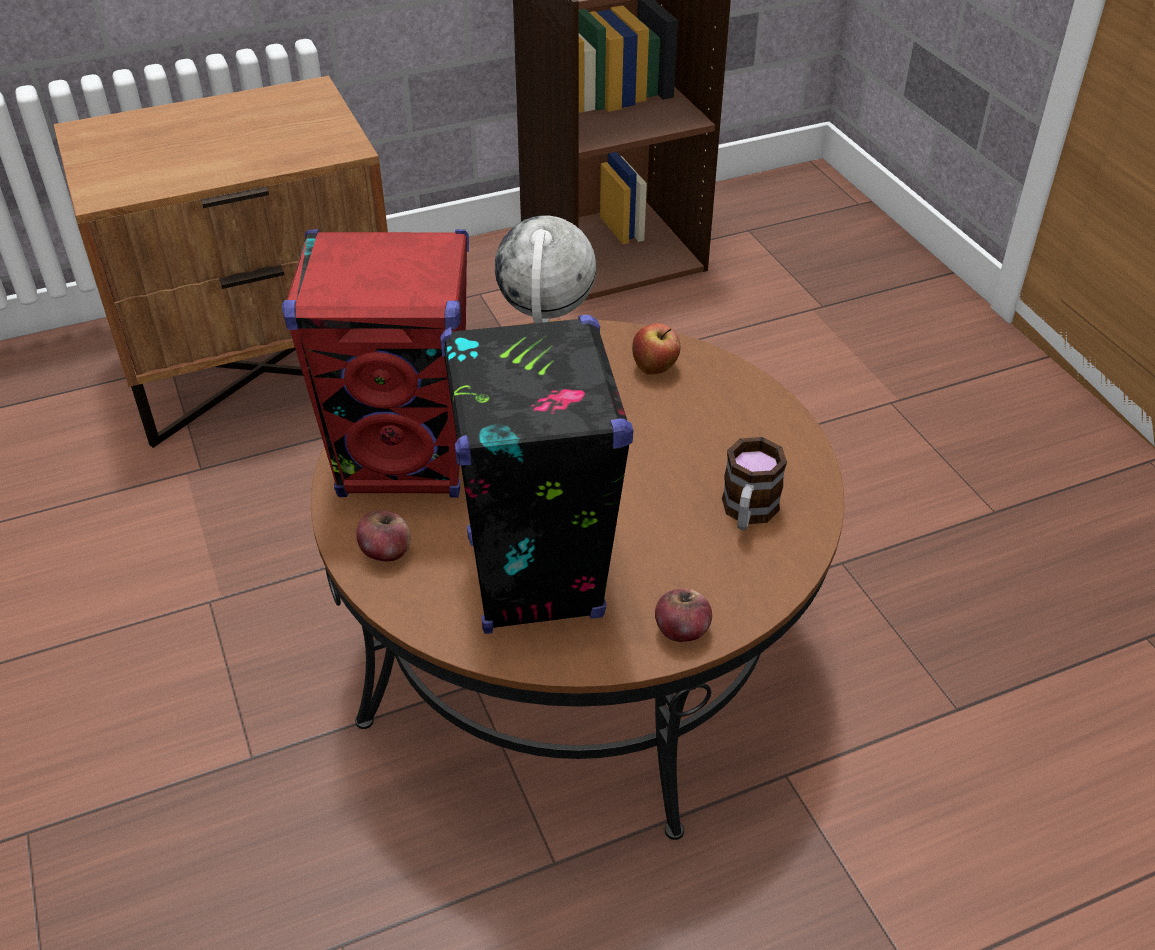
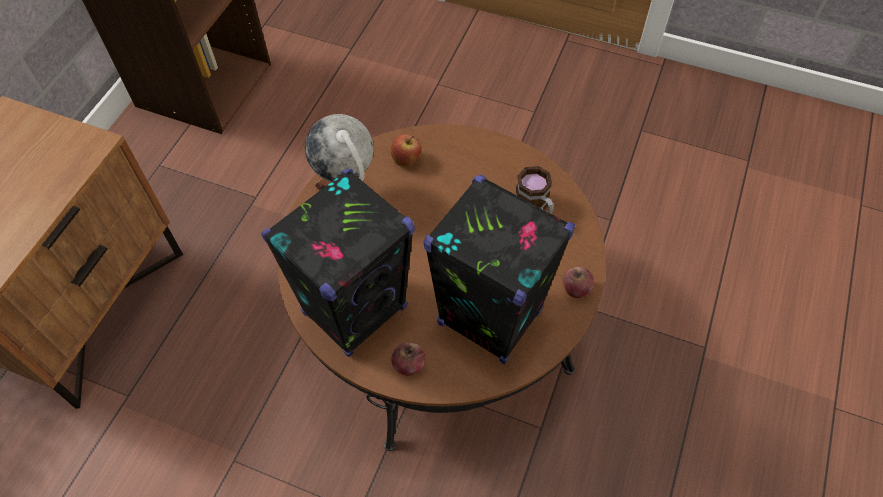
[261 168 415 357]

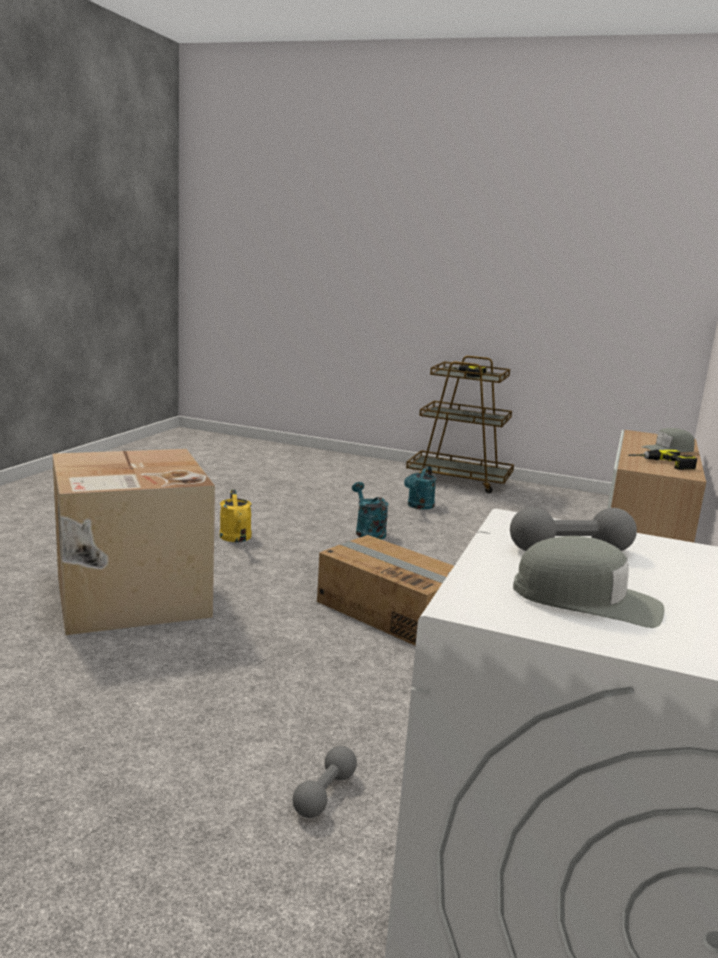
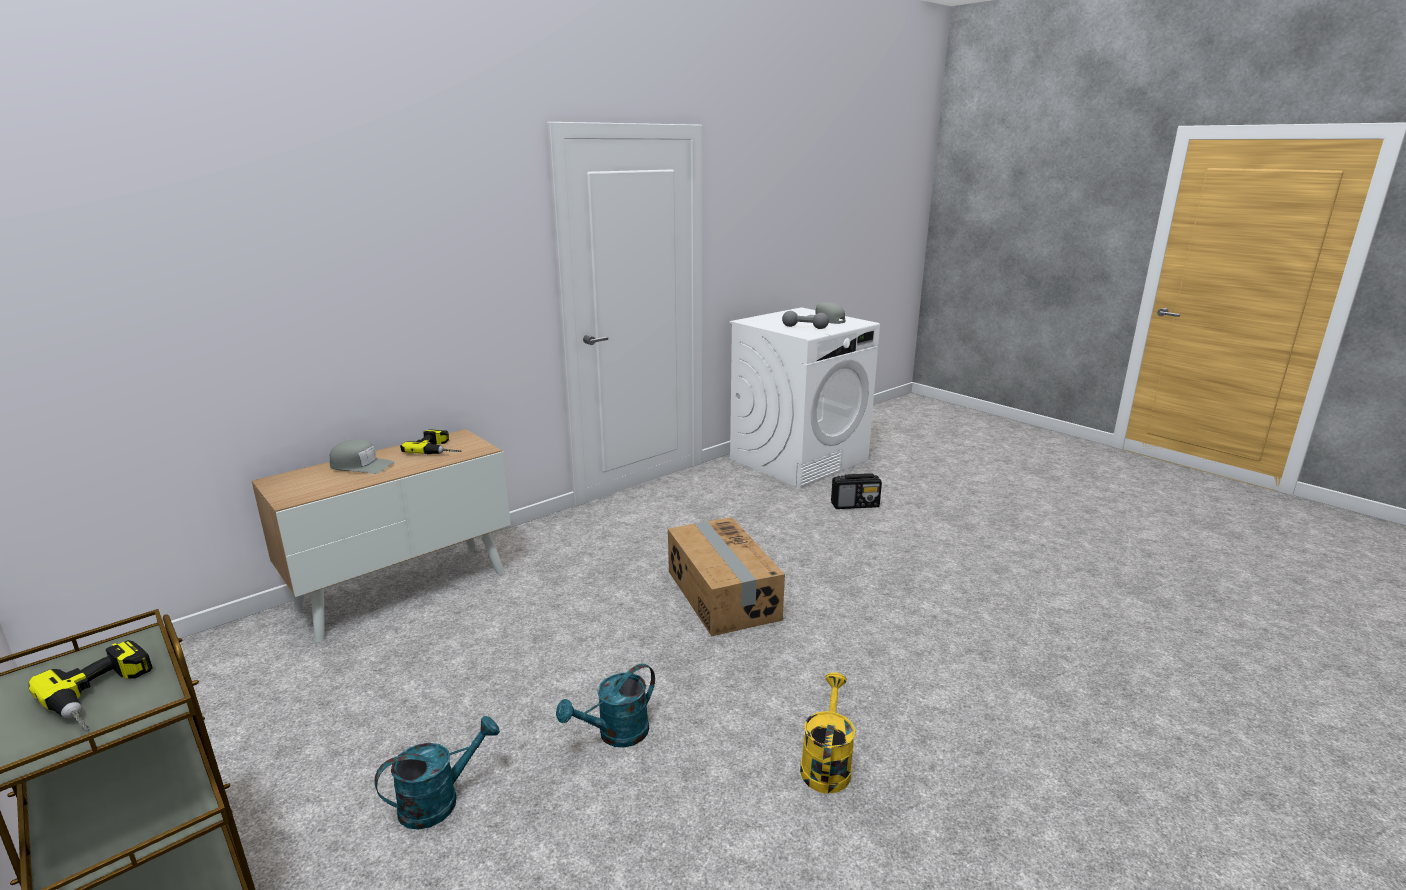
[52 449 215 635] (first image)
[556 663 655 747]
[831 473 882 509]

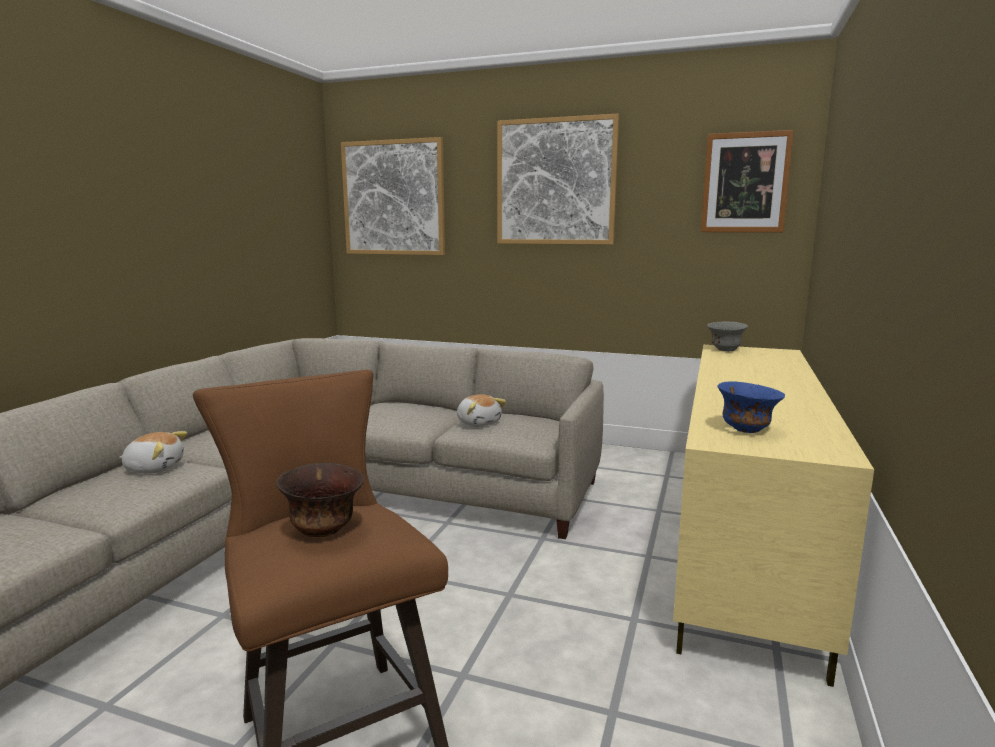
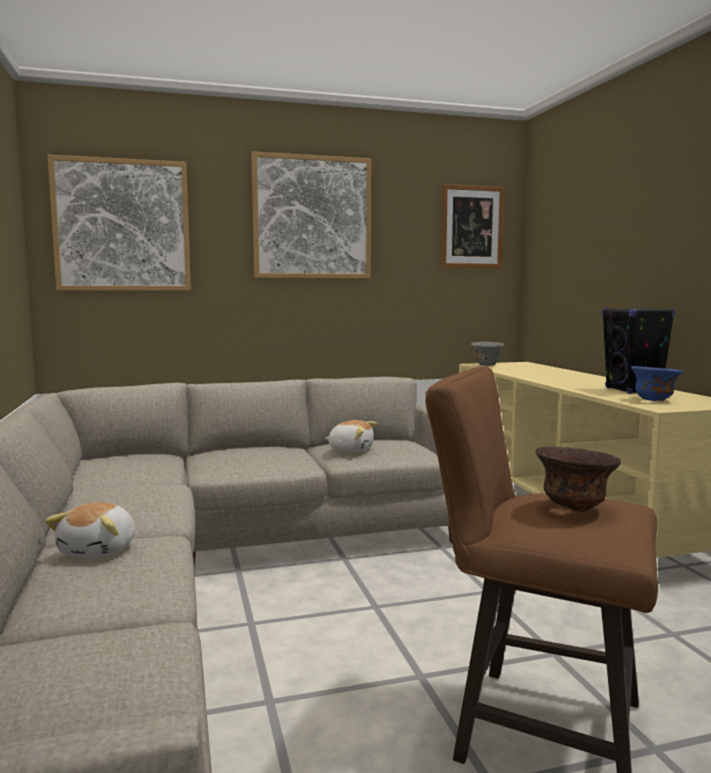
[45 502 135 558]
[602 308 675 394]

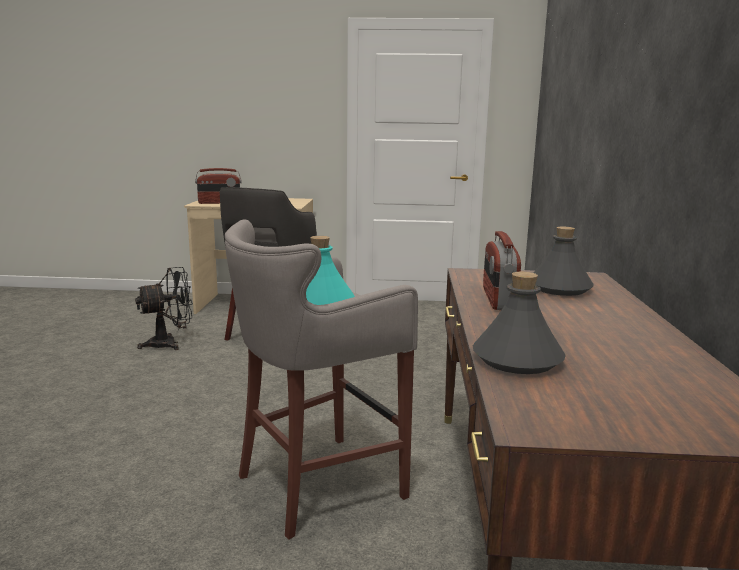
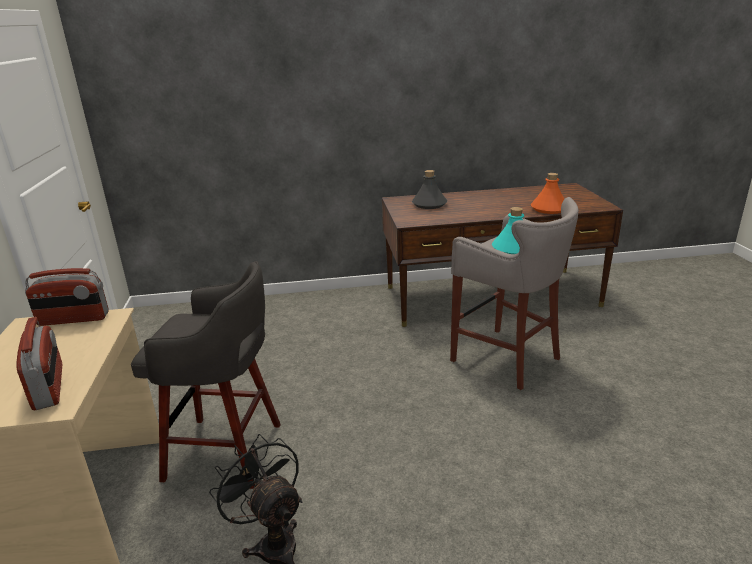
[25 268 109 326]
[531 173 564 214]

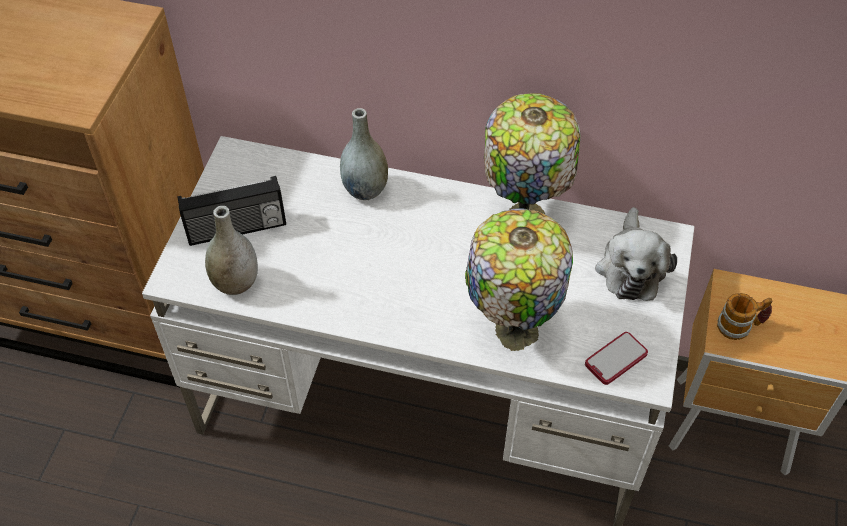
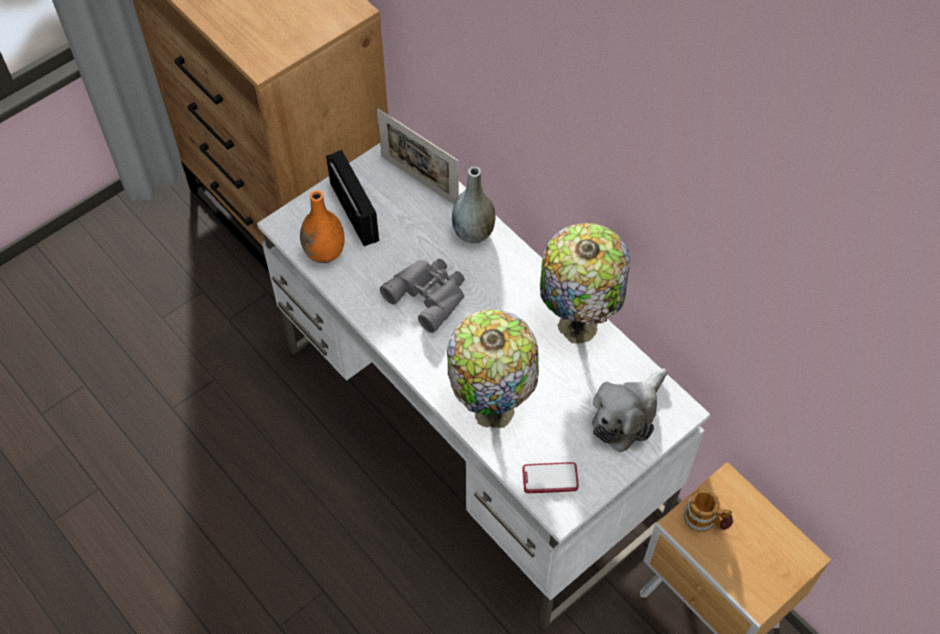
[326 150 379 246]
[300 190 345 263]
[377 109 459 204]
[380 259 465 333]

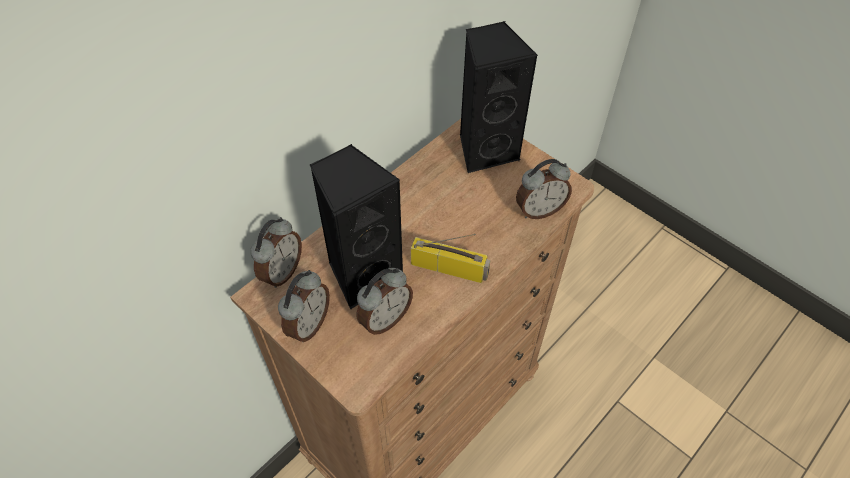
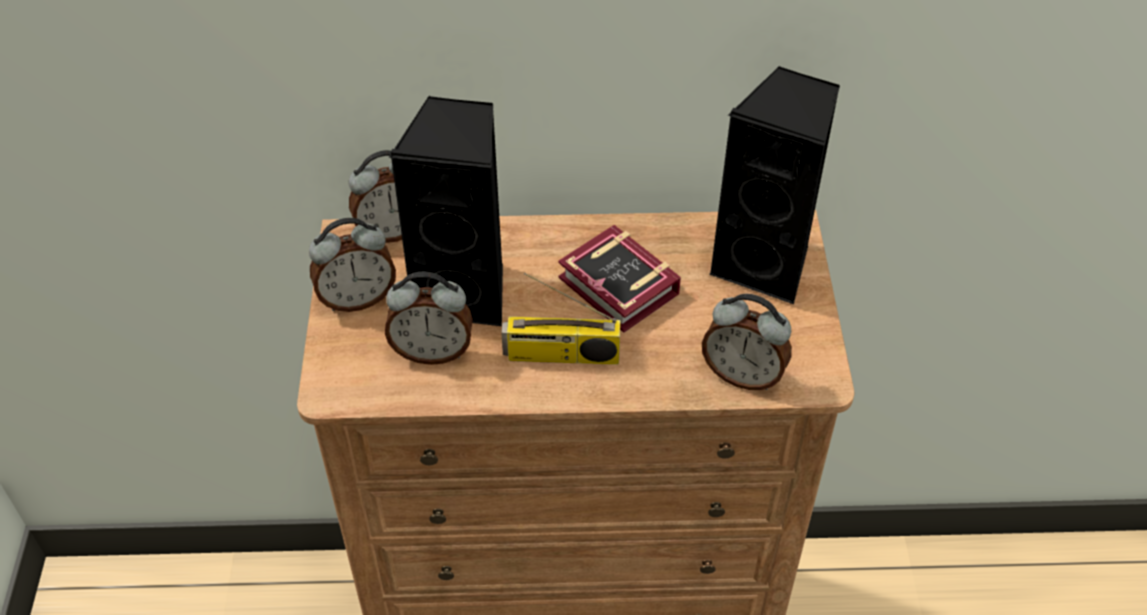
[501 273 621 365]
[558 225 681 333]

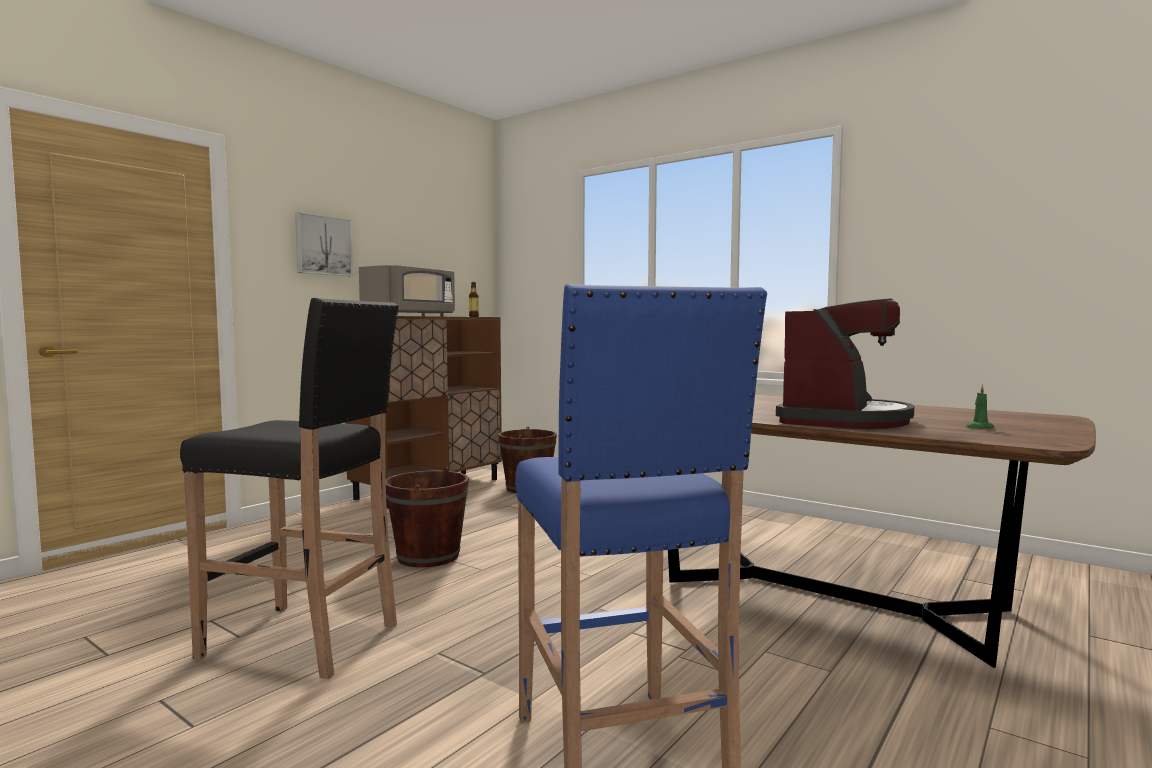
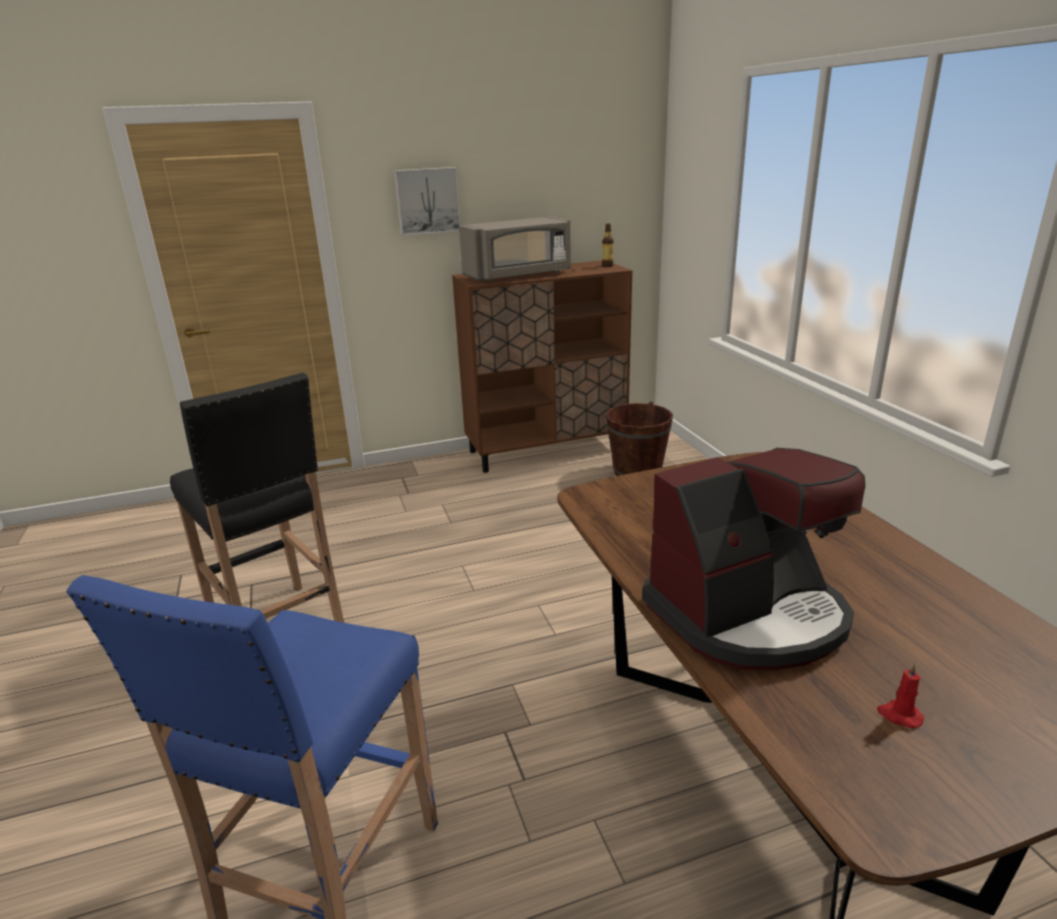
[877 663 924 728]
[386 467 469 568] (first image)

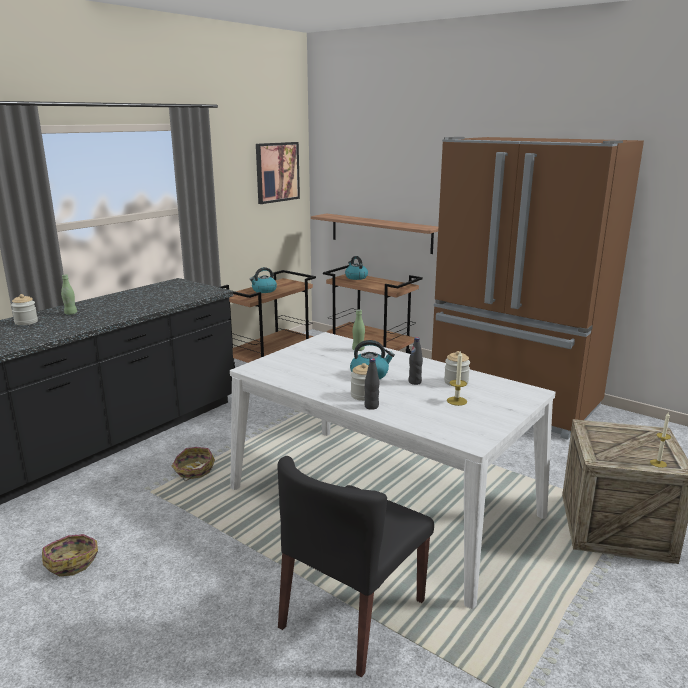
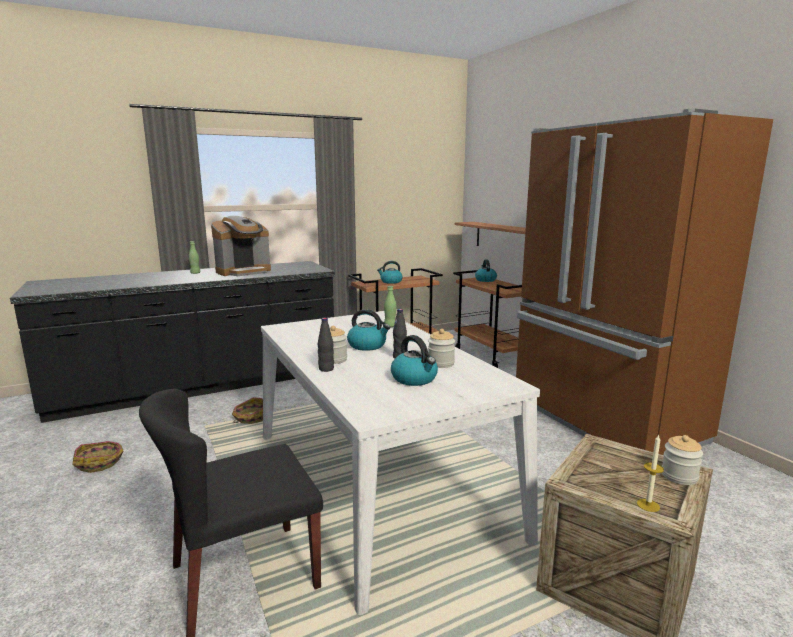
[256 142 300 204] (first image)
[662 435 703 485]
[391 335 438 386]
[211 216 271 276]

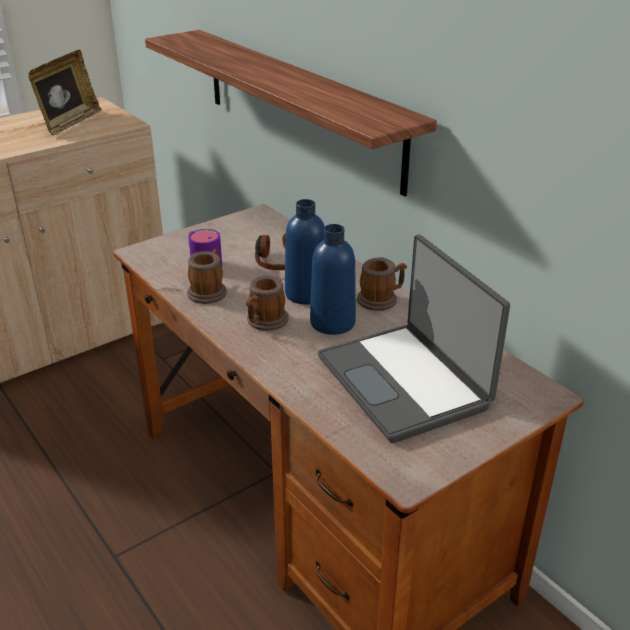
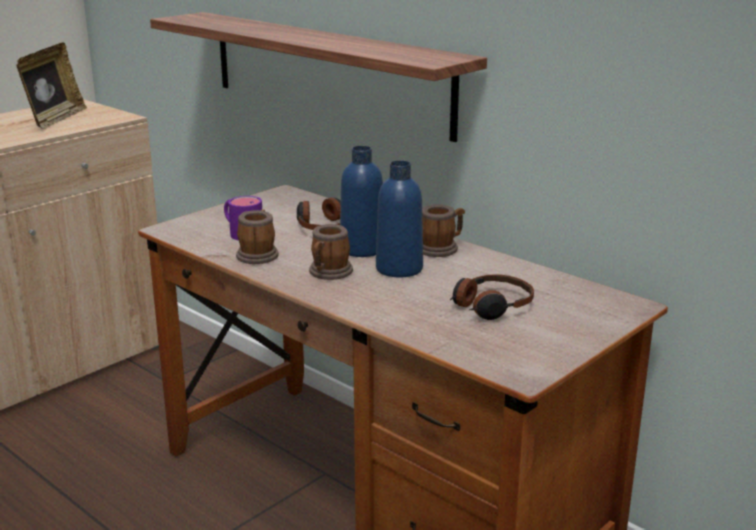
[450 274 534 320]

